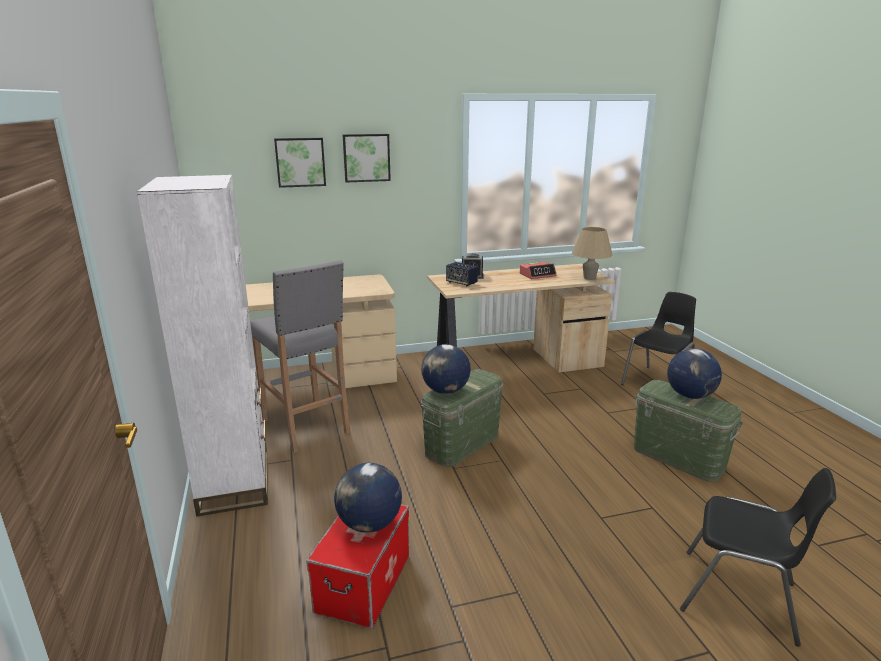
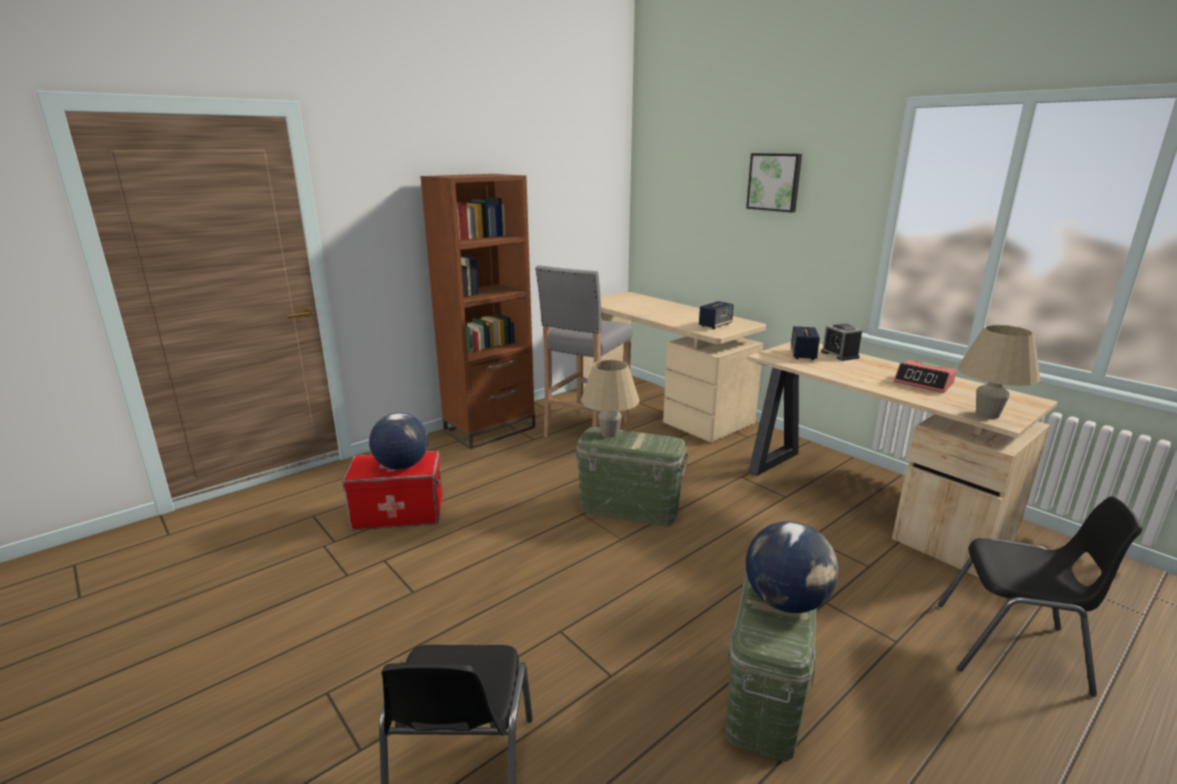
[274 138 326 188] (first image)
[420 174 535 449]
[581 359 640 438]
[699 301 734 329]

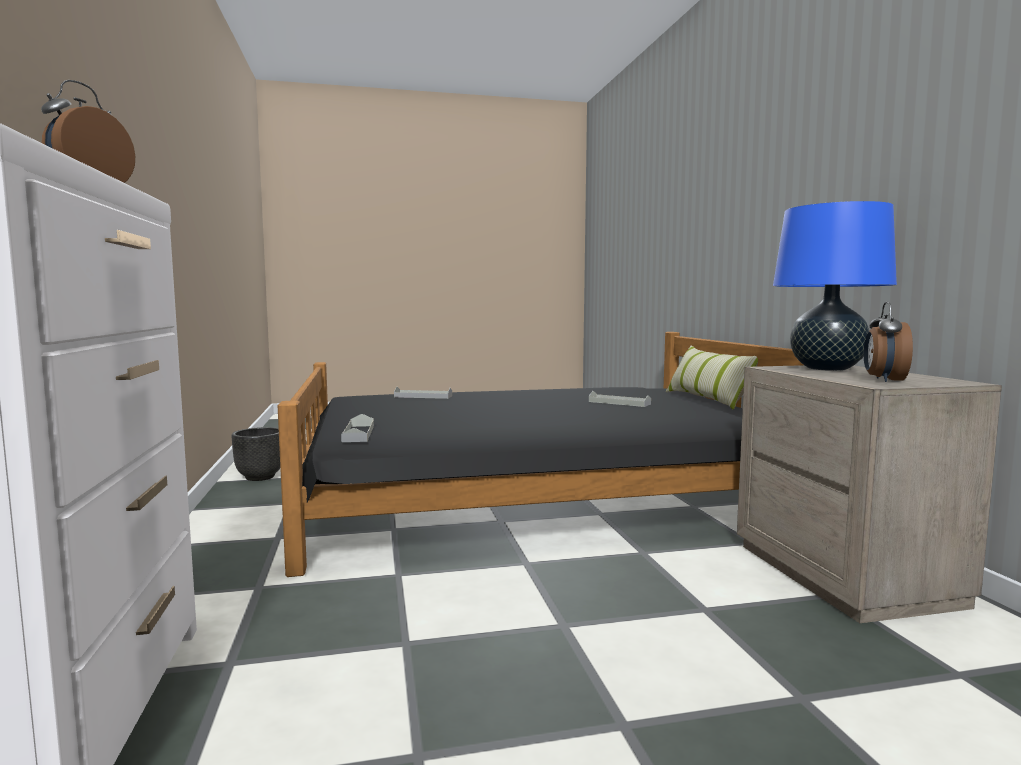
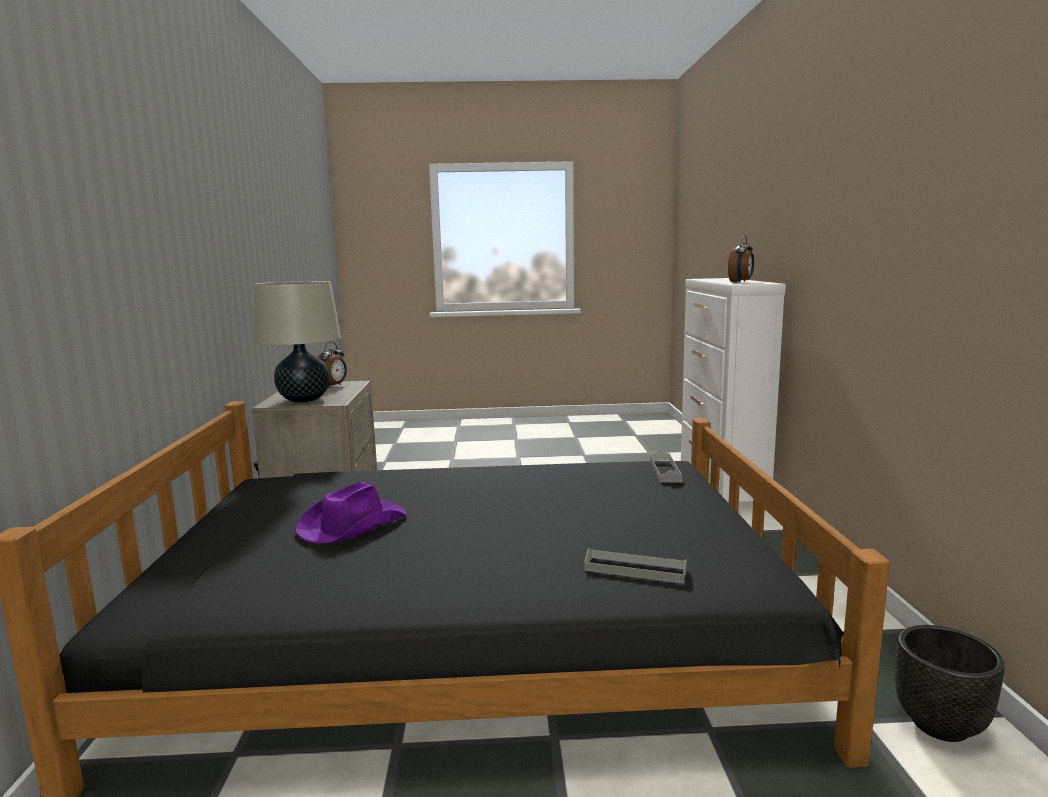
[255 281 341 403]
[666 345 758 410] (first image)
[295 482 407 543]

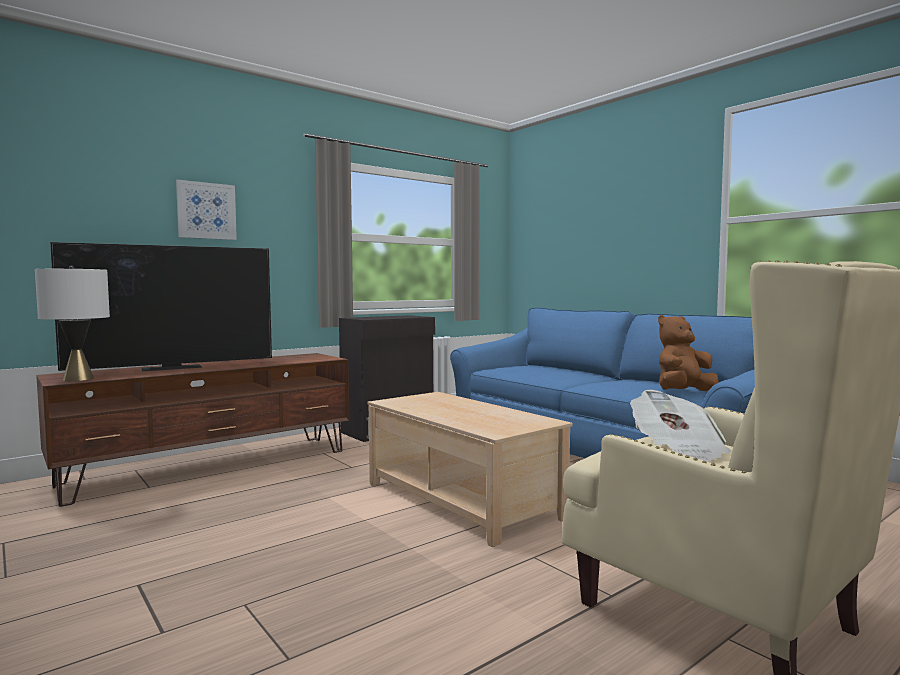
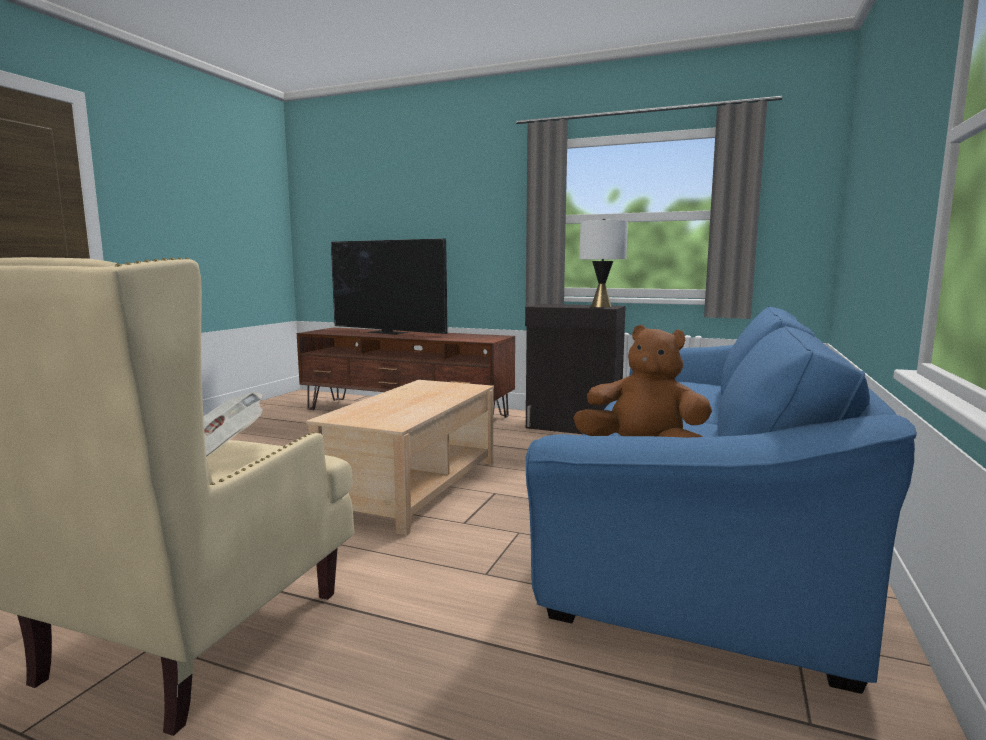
[176 180 237 240] (first image)
[580 219 628 307]

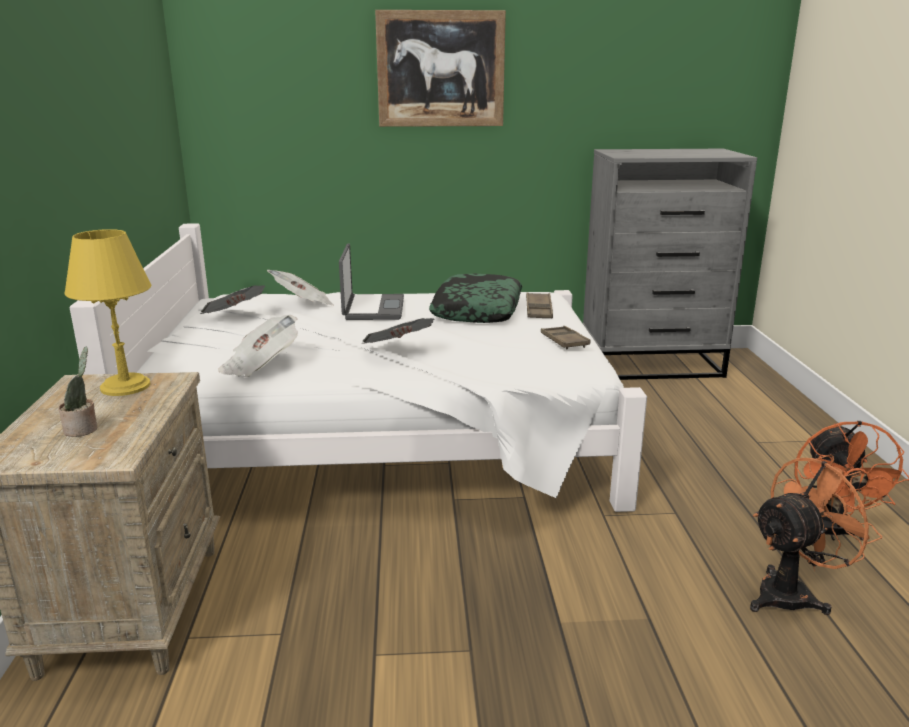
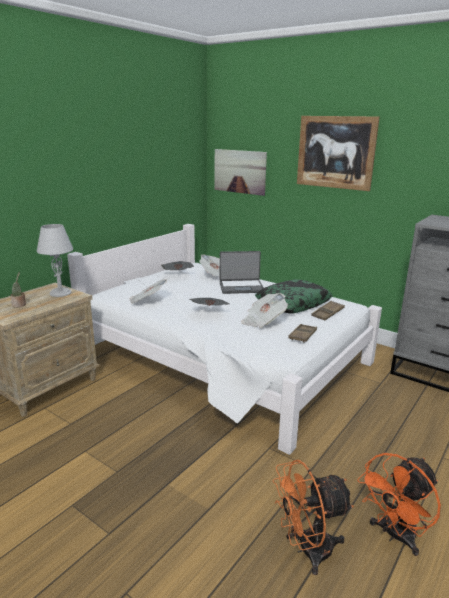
[37 224 73 297]
[220 251 264 294]
[273 459 354 575]
[214 149 267 196]
[241 293 288 328]

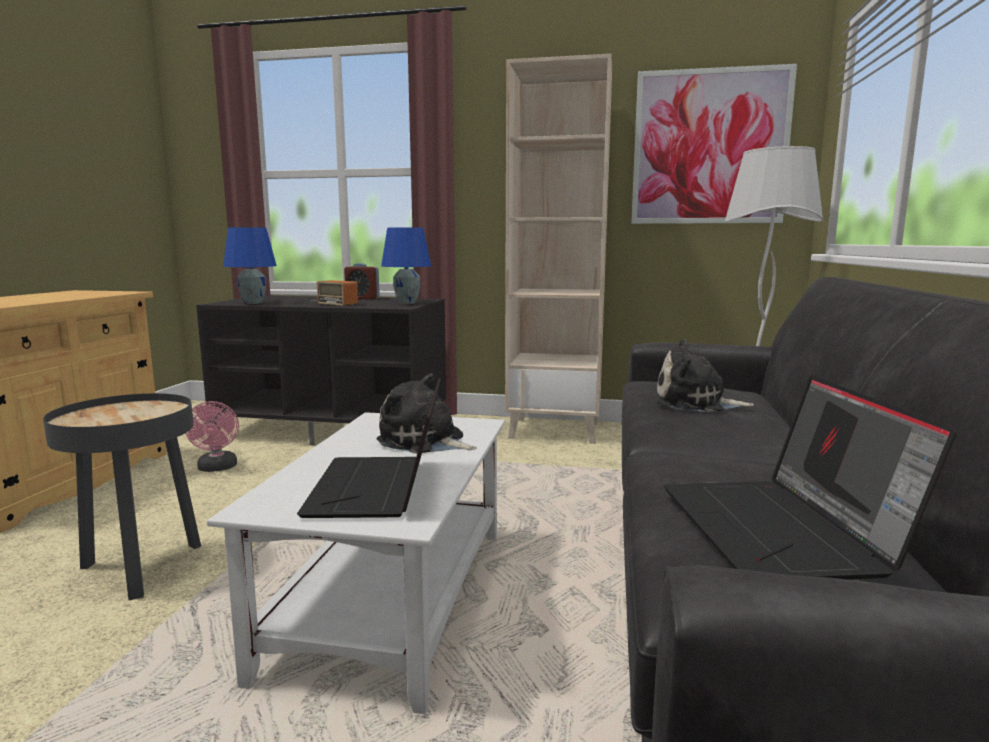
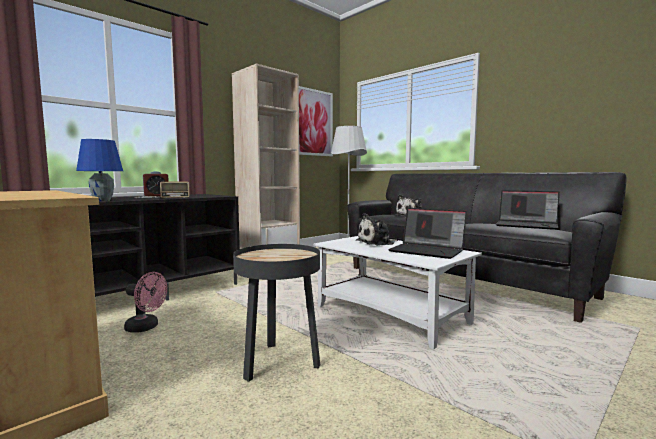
[381 227 431 304] (first image)

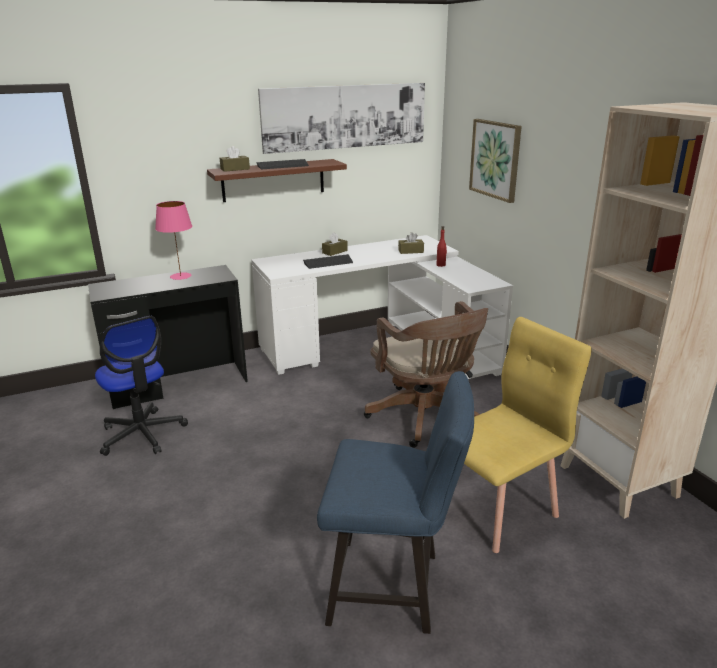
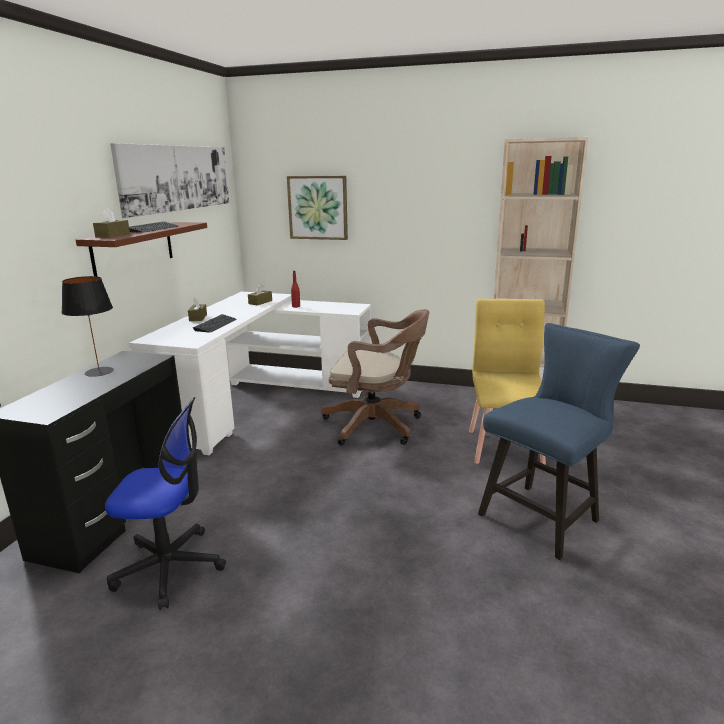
[61 276 114 377]

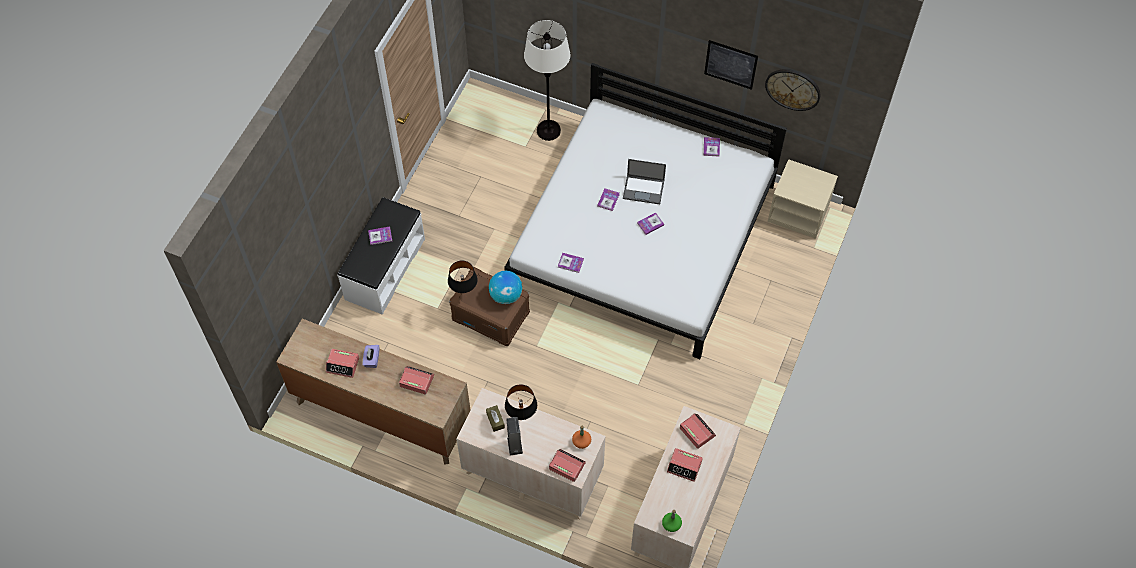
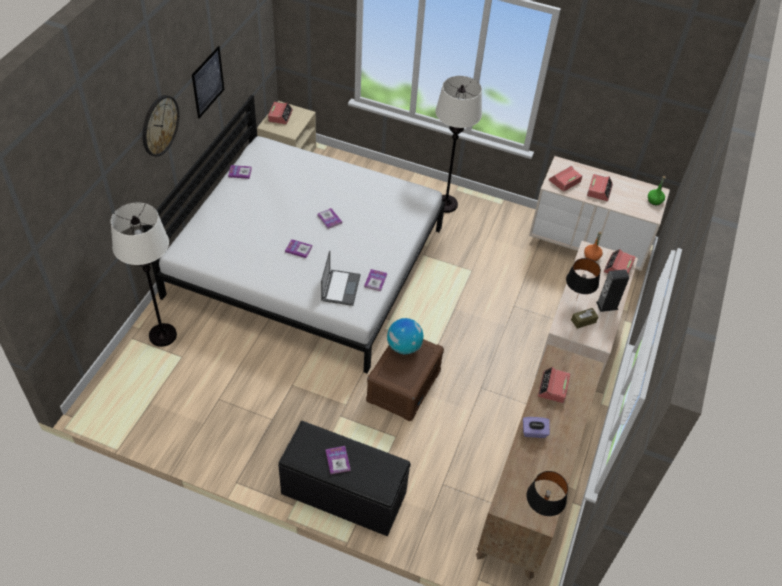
[142 95 179 156]
[321 250 361 306]
[278 421 411 536]
[527 471 568 516]
[268 102 293 124]
[435 76 482 213]

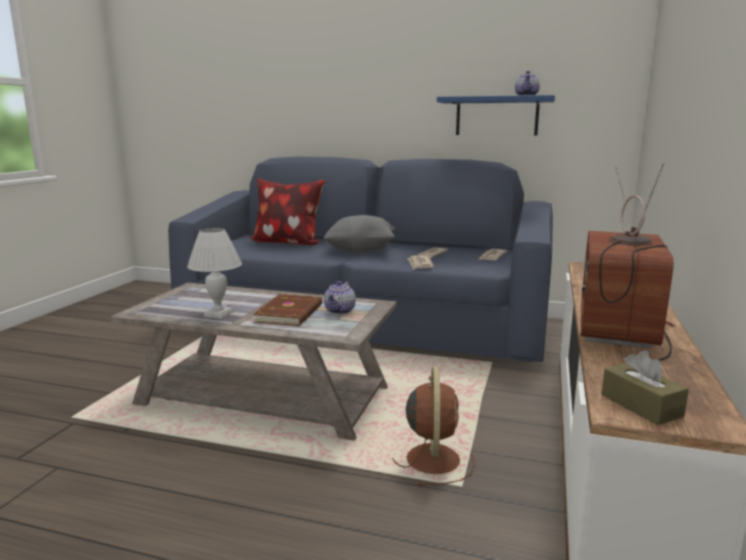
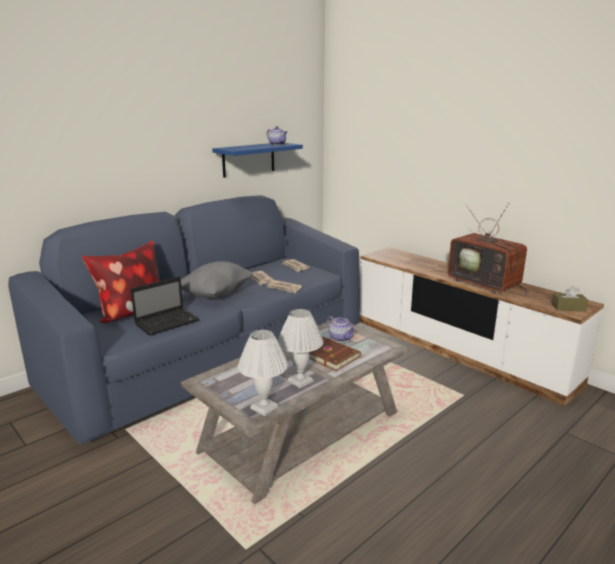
[392 367 475 486] (first image)
[131 277 200 336]
[237 330 288 416]

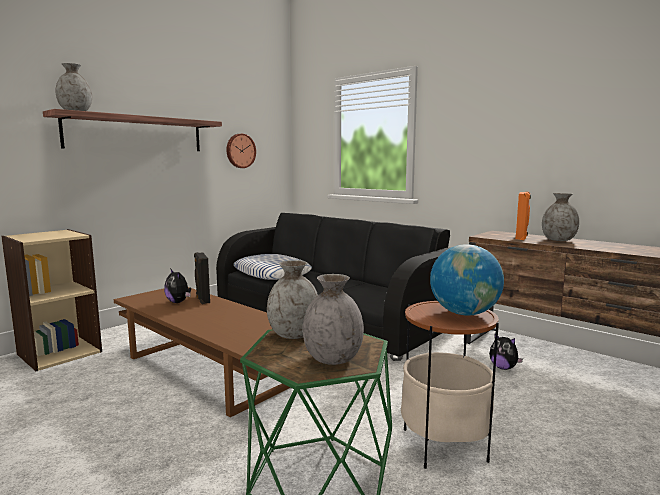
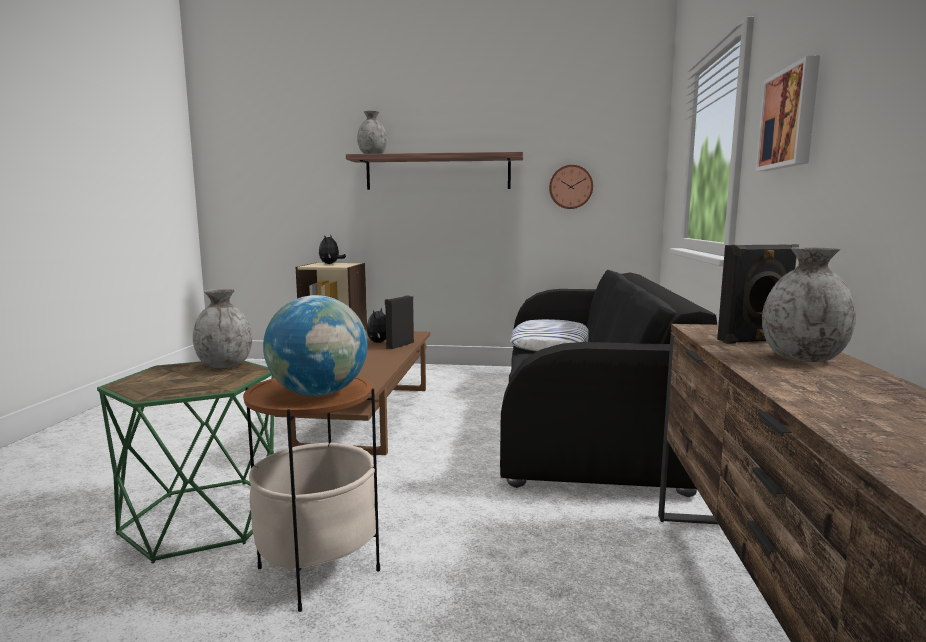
[717 244 799 344]
[303 274 364 365] (first image)
[319 235 346 264]
[756 55 820 171]

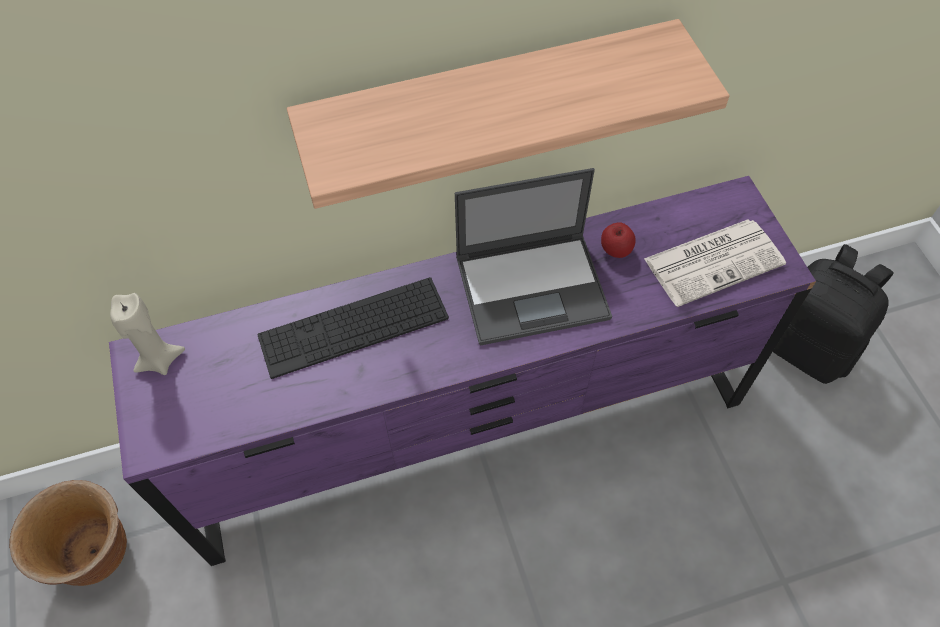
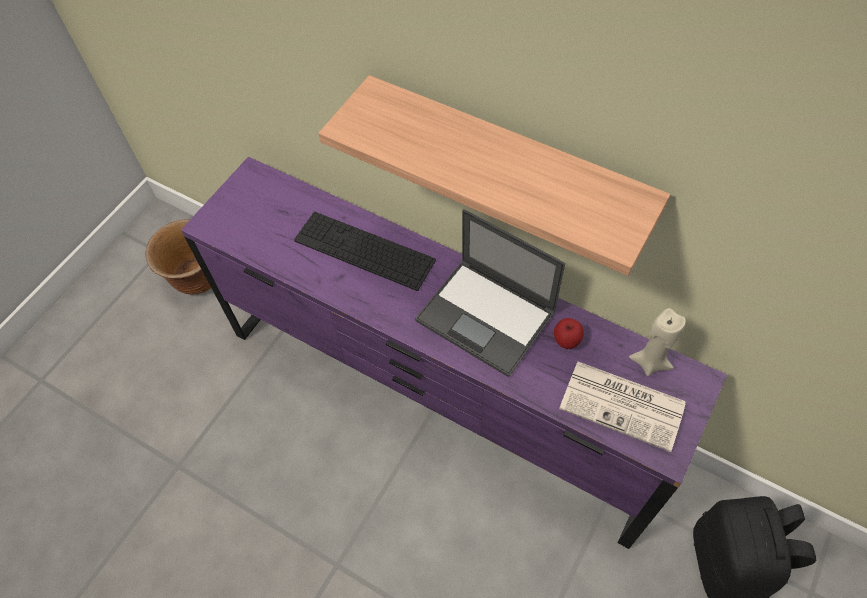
[629 308 686 376]

